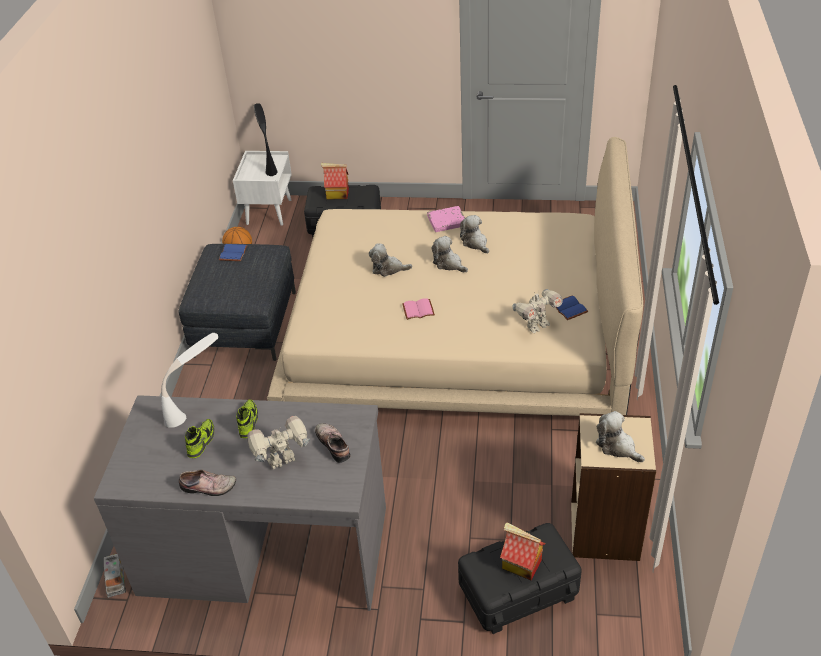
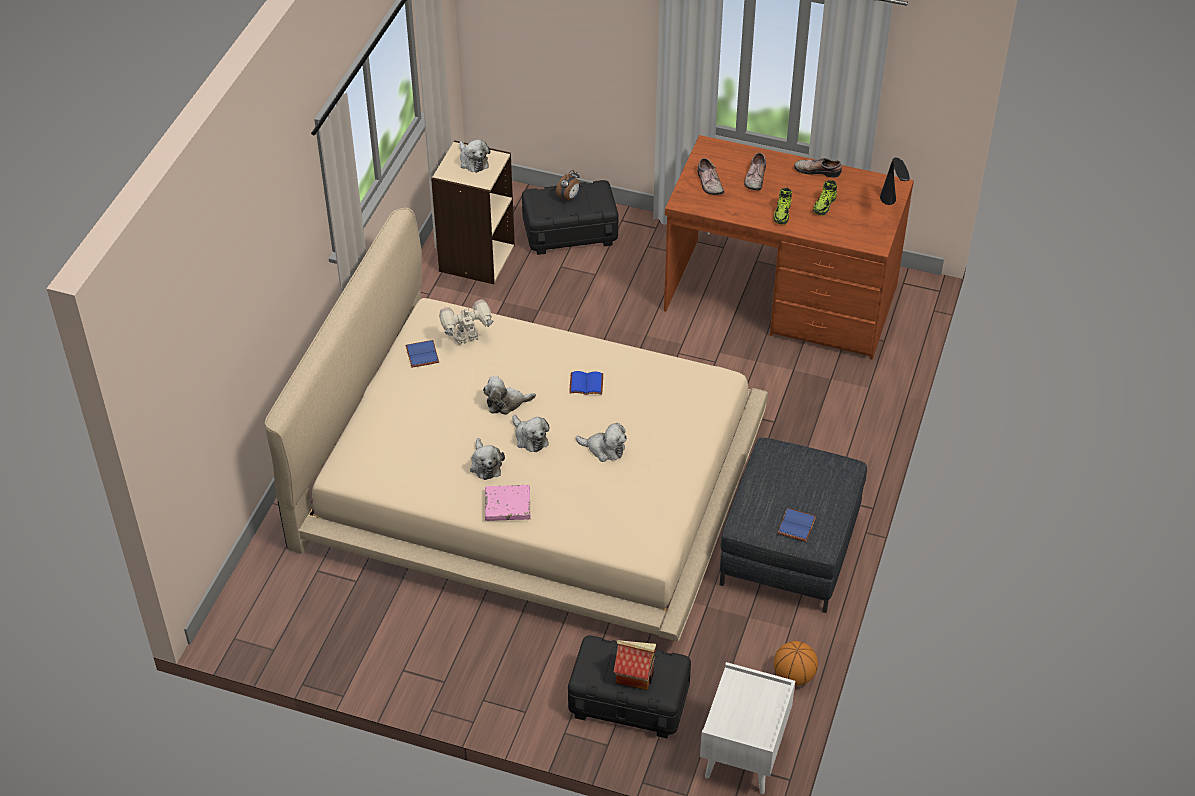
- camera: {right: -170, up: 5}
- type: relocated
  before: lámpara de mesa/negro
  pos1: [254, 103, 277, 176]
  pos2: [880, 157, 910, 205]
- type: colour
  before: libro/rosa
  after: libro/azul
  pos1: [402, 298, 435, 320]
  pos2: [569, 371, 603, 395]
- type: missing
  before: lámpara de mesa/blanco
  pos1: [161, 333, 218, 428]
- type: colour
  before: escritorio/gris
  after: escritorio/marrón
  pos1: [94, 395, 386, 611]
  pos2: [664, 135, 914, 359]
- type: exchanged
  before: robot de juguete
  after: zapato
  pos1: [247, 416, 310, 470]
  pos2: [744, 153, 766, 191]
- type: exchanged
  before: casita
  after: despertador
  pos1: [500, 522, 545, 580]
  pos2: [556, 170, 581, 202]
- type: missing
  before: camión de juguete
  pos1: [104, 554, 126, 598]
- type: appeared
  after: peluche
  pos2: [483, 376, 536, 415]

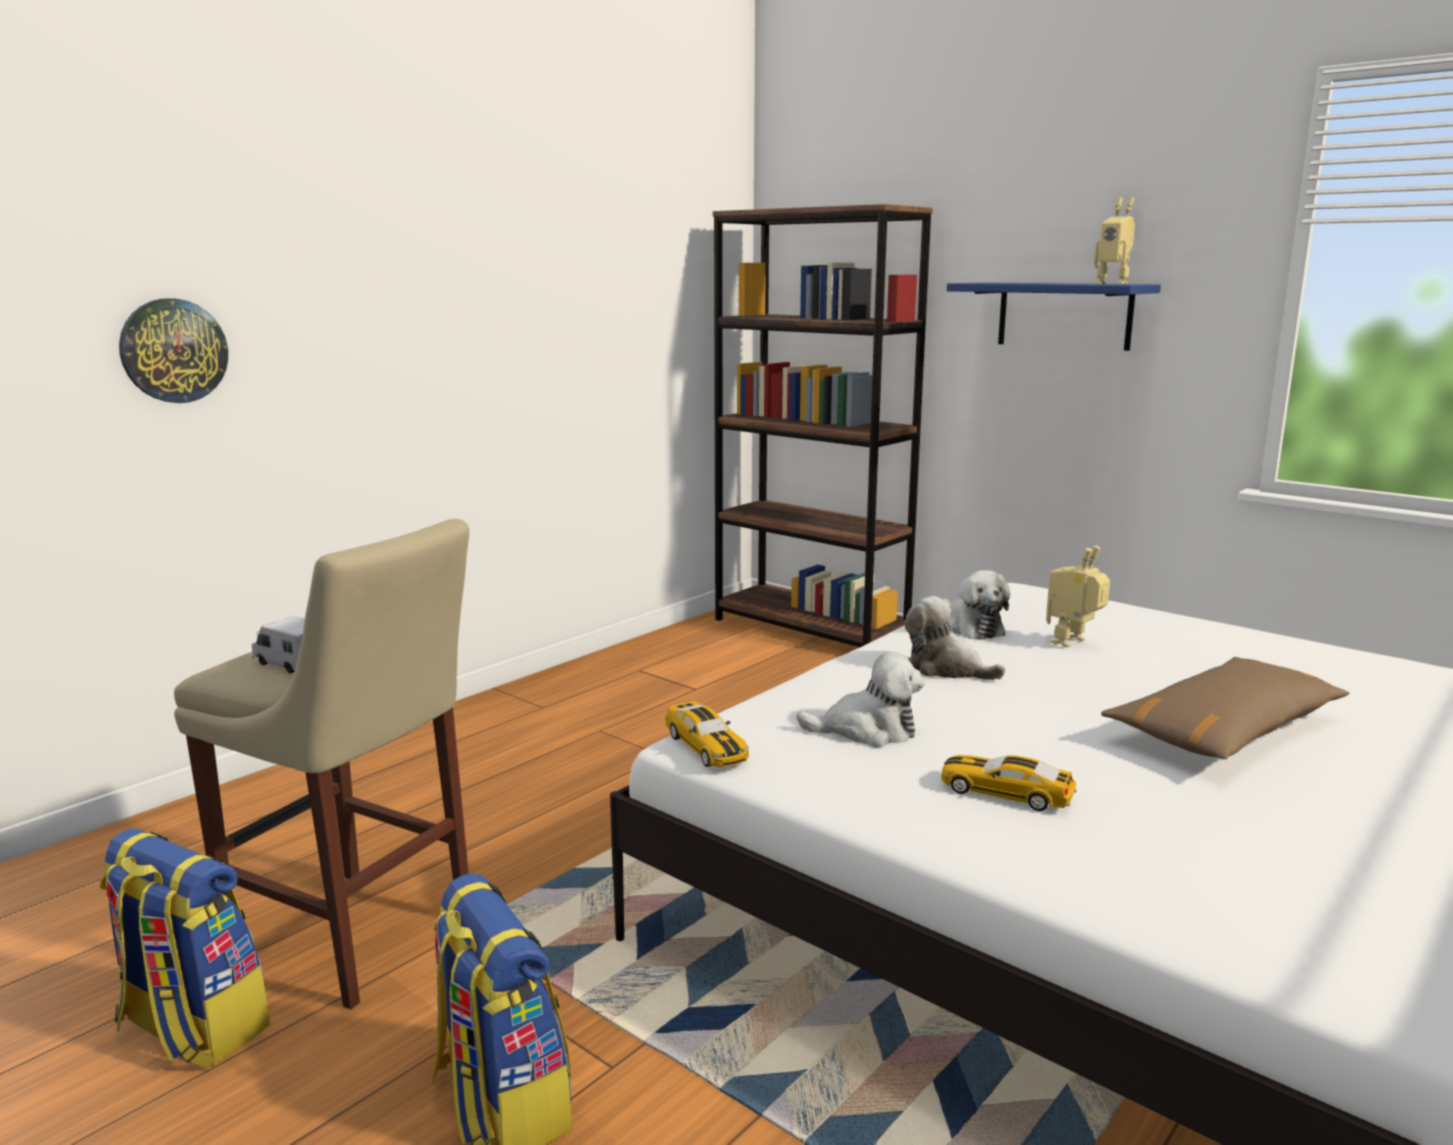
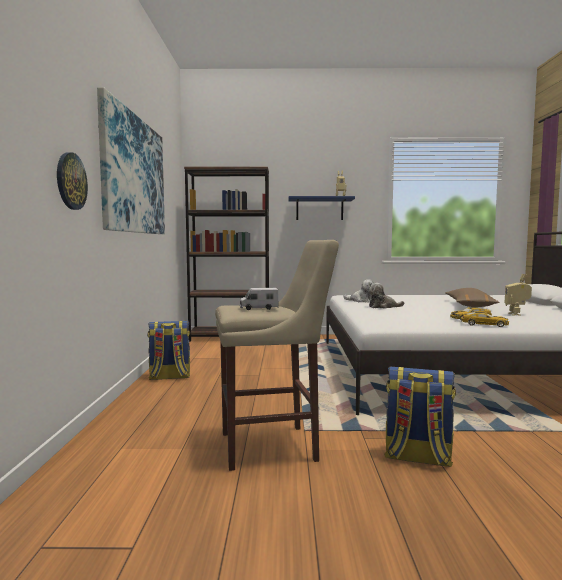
- camera: {right: -40, up: -10}
- type: relocated
  before: robot de juguete
  pos1: [1046, 546, 1110, 647]
  pos2: [505, 274, 532, 316]
- type: missing
  before: peluche
  pos1: [796, 651, 925, 748]
- type: relocated
  before: coche de juguete
  pos1: [665, 701, 749, 767]
  pos2: [461, 312, 509, 327]
- type: relocated
  before: mochila
  pos1: [99, 829, 270, 1068]
  pos2: [148, 321, 190, 380]
- type: appeared
  after: cuadro
  pos2: [97, 87, 165, 234]

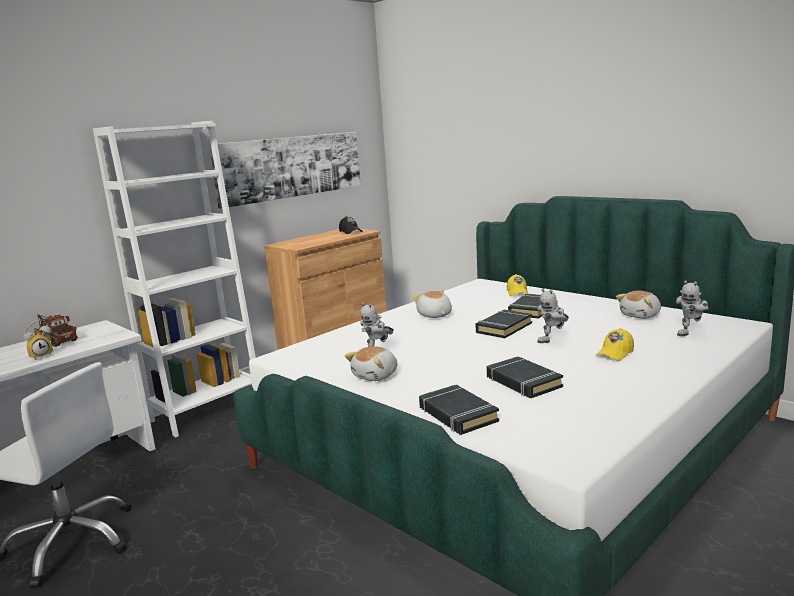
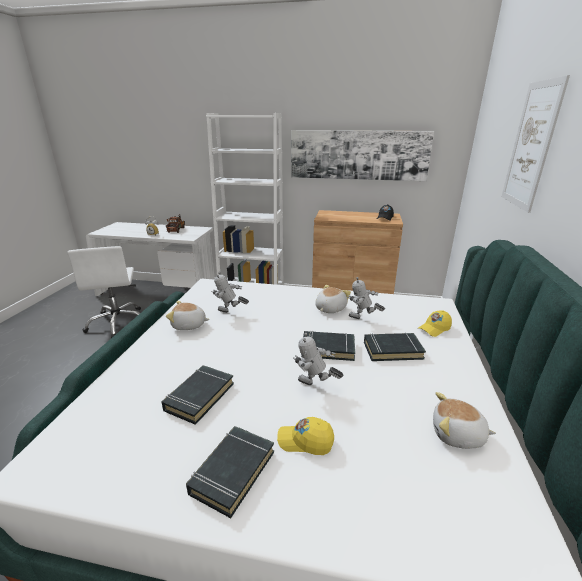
- camera: {right: 55, up: 10}
- type: relocated
  before: robot de juguete
  pos1: [676, 280, 708, 336]
  pos2: [347, 277, 385, 319]
- type: relocated
  before: libro/negro
  pos1: [419, 385, 499, 435]
  pos2: [186, 426, 274, 518]
- type: appeared
  after: cuadro
  pos2: [501, 75, 570, 213]

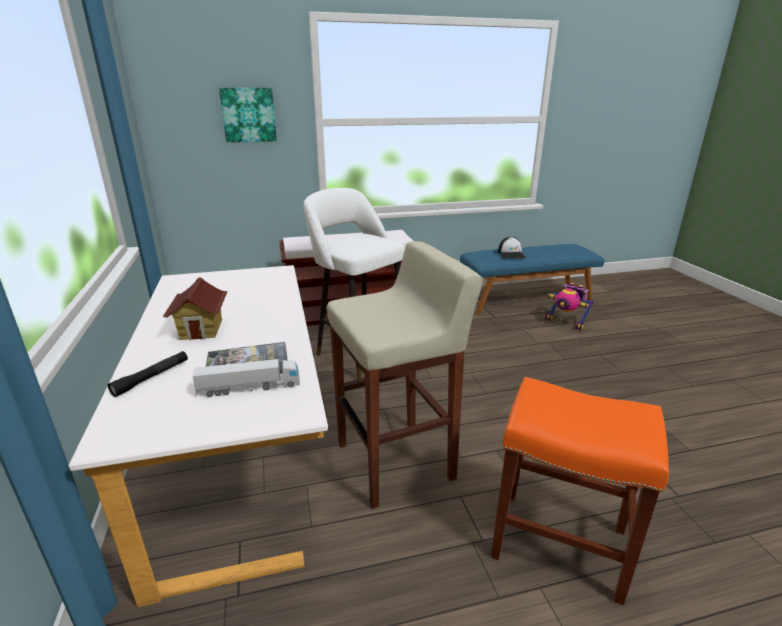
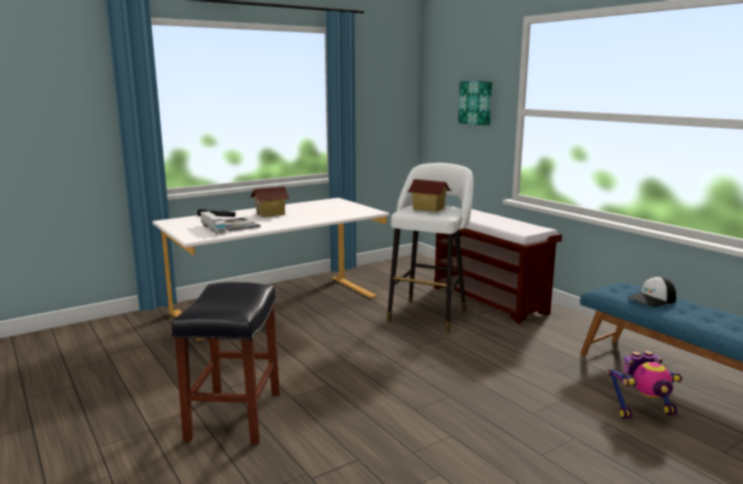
- camera: {right: 70, up: -10}
- type: missing
  before: taburete/beis
  pos1: [327, 241, 483, 509]
- type: spun
  before: robot de juguete
  pos1: [545, 283, 595, 330]
  pos2: [607, 351, 682, 419]
  turn: -120
- type: colour
  before: taburete/naranja
  after: taburete/negro
  pos1: [491, 377, 669, 605]
  pos2: [172, 282, 280, 445]
- type: appeared
  after: casita
  pos2: [407, 179, 451, 212]

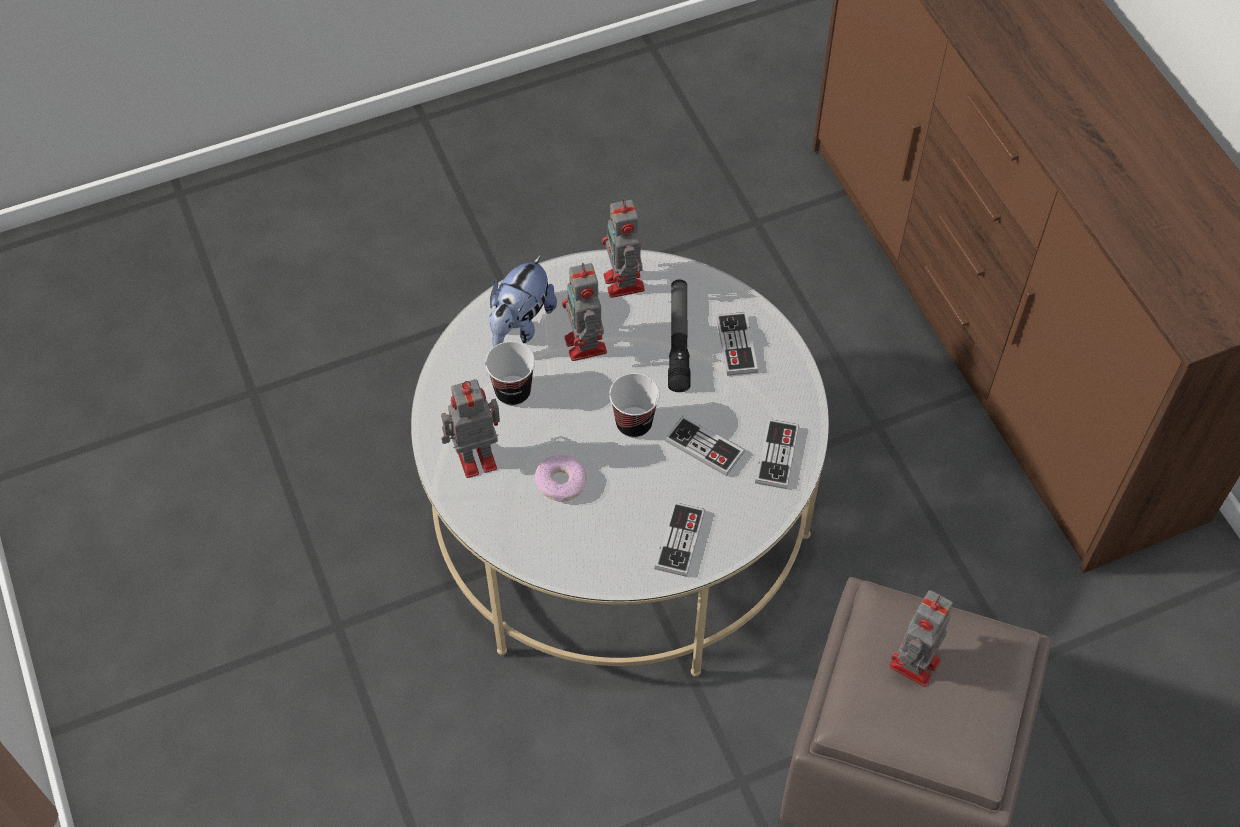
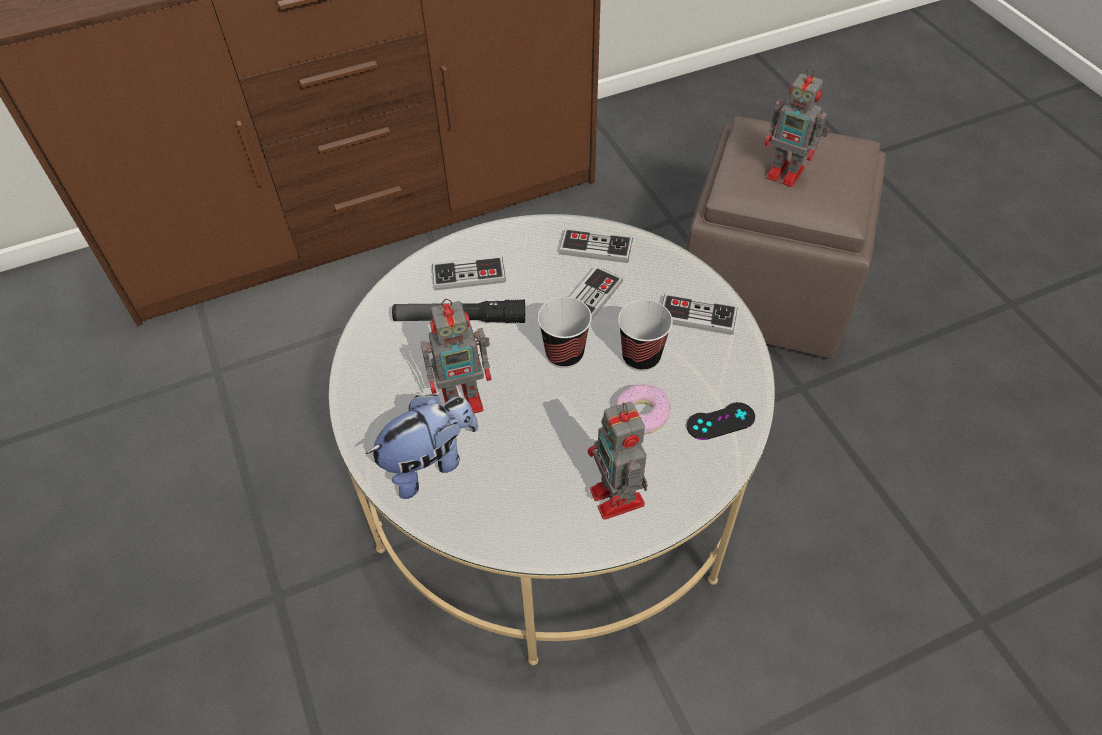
- camera: {right: -90, up: -5}
- type: missing
  before: robot de juguete
  pos1: [602, 198, 645, 298]
- type: spun
  before: peluche
  pos1: [489, 255, 557, 347]
  pos2: [366, 394, 478, 499]
  turn: -60
- type: relocated
  before: taza
  pos1: [485, 341, 535, 406]
  pos2: [618, 300, 673, 371]
- type: appeared
  after: mando de consola/negro
  pos2: [687, 402, 755, 440]

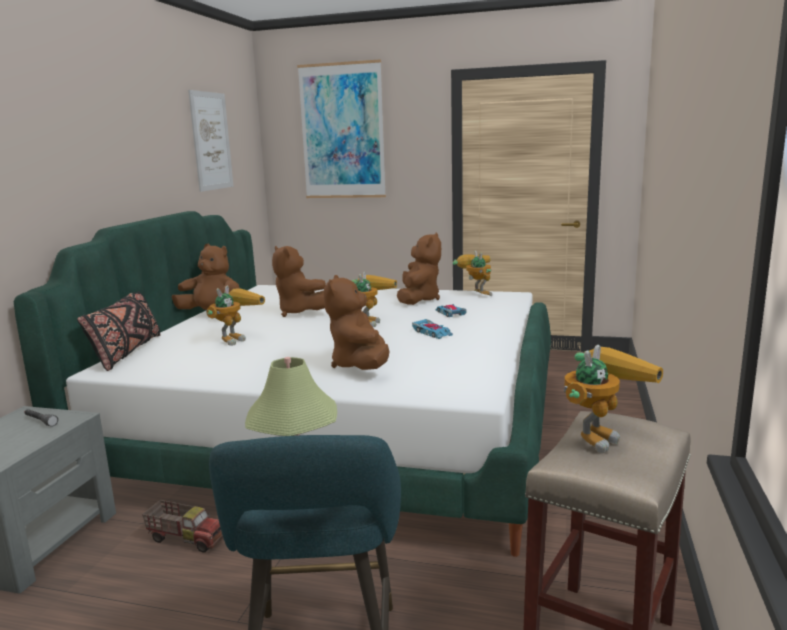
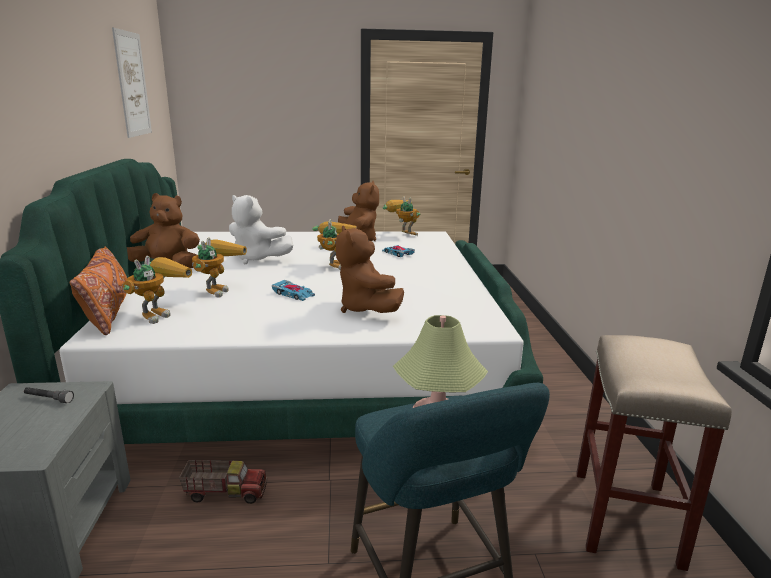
- camera: {right: -20, up: 5}
- type: missing
  before: cuadro
  pos1: [297, 59, 386, 198]
- type: colour
  before: peluche/marrón
  after: peluche/blanco
  pos1: [272, 246, 326, 317]
  pos2: [229, 195, 293, 264]
- type: colour
  before: cojín/negro
  after: cojín/naranja
  pos1: [77, 291, 161, 371]
  pos2: [70, 246, 127, 335]
- type: relocated
  before: coche de juguete
  pos1: [412, 319, 453, 339]
  pos2: [272, 280, 315, 301]
- type: relocated
  before: robot de juguete
  pos1: [564, 345, 663, 453]
  pos2: [122, 256, 192, 324]

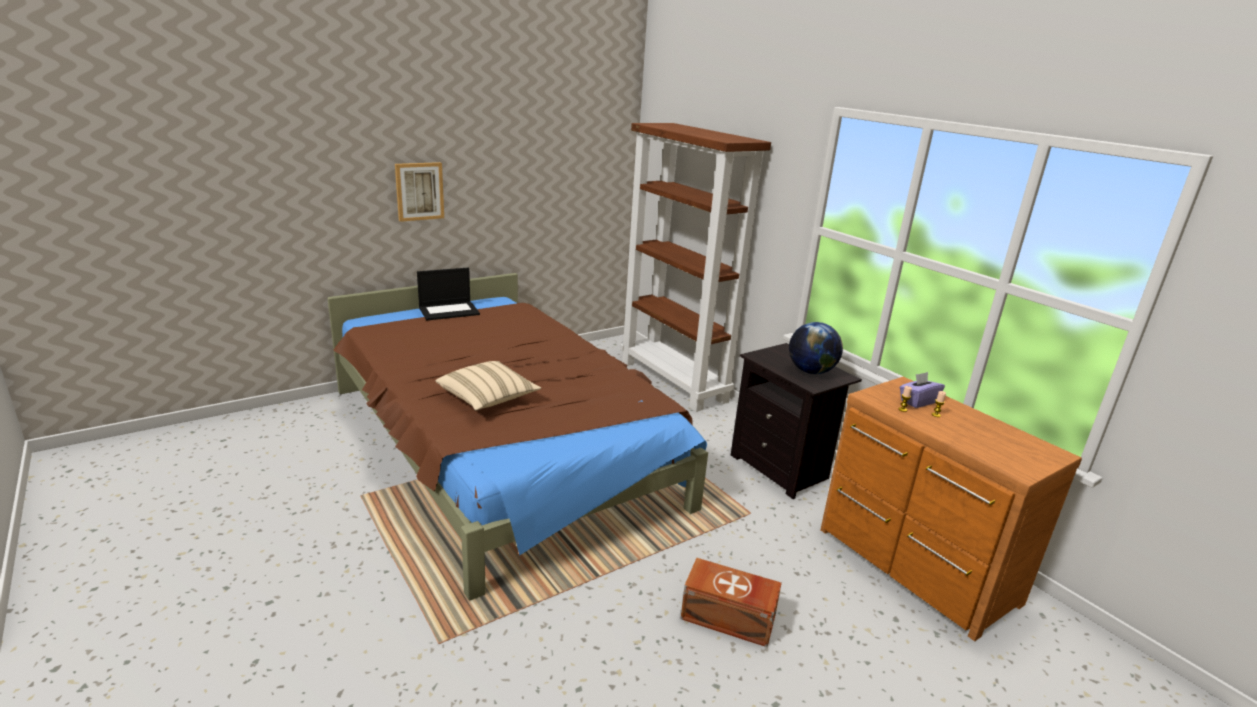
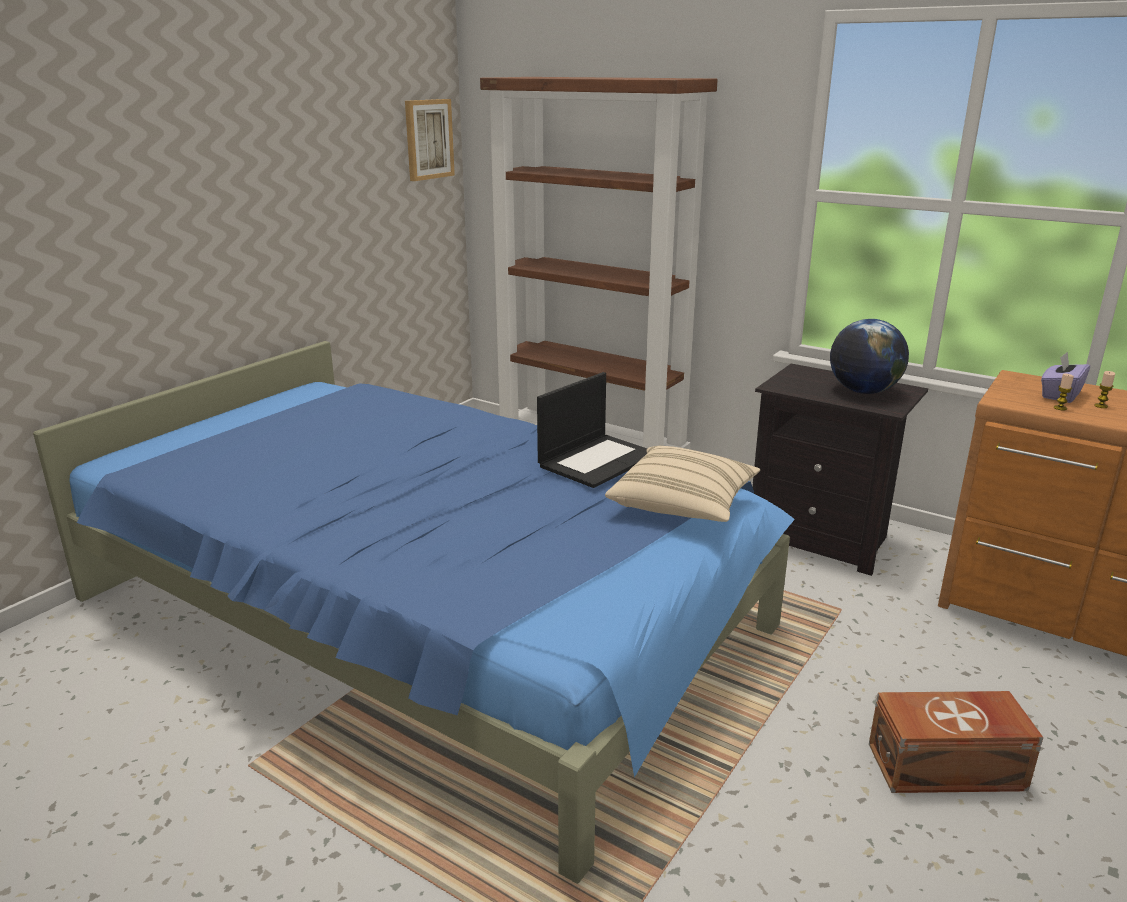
- camera: {right: -20, up: 0}
- type: relocated
  before: cuadro
  pos1: [395, 162, 444, 222]
  pos2: [405, 99, 455, 181]
- type: relocated
  before: portátil
  pos1: [417, 268, 480, 320]
  pos2: [537, 372, 647, 488]
- type: colour
  before: cama/marrón
  after: cama/azul
  pos1: [327, 273, 708, 601]
  pos2: [33, 341, 795, 884]
- type: relocated
  before: cojín/beis
  pos1: [435, 361, 541, 411]
  pos2: [605, 446, 760, 522]

